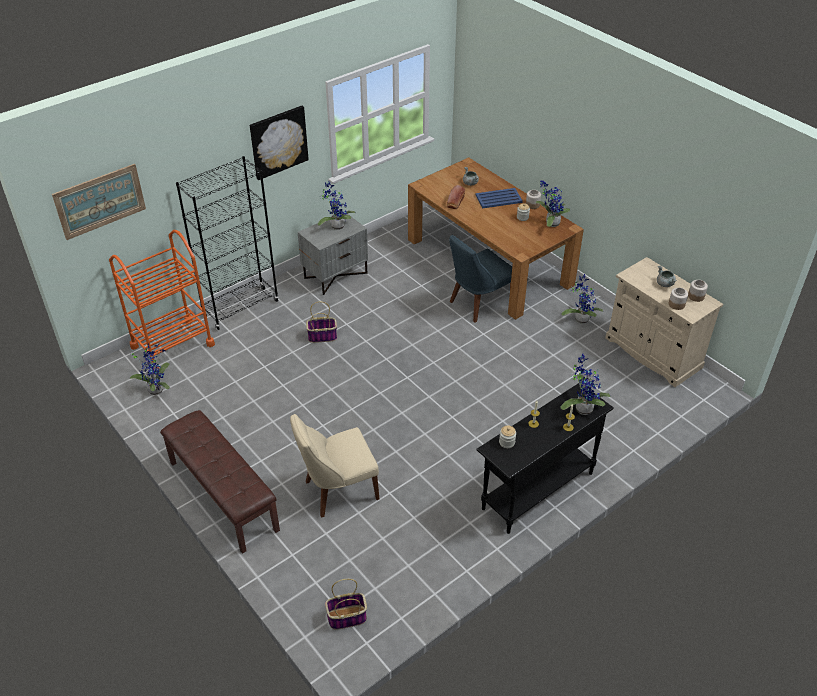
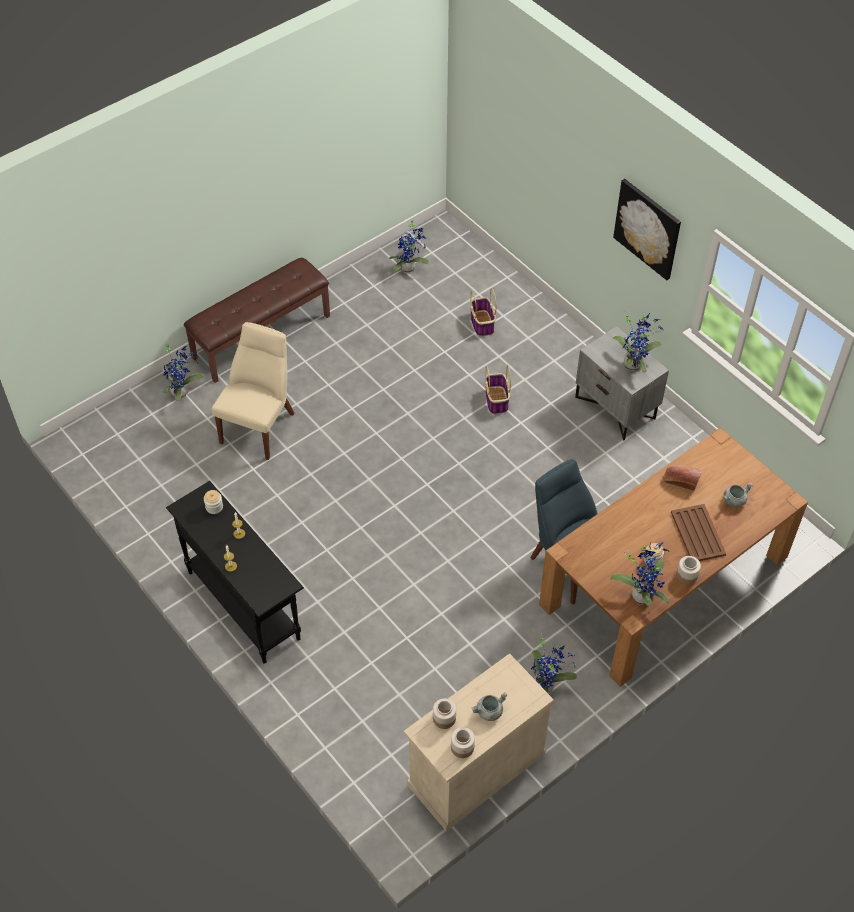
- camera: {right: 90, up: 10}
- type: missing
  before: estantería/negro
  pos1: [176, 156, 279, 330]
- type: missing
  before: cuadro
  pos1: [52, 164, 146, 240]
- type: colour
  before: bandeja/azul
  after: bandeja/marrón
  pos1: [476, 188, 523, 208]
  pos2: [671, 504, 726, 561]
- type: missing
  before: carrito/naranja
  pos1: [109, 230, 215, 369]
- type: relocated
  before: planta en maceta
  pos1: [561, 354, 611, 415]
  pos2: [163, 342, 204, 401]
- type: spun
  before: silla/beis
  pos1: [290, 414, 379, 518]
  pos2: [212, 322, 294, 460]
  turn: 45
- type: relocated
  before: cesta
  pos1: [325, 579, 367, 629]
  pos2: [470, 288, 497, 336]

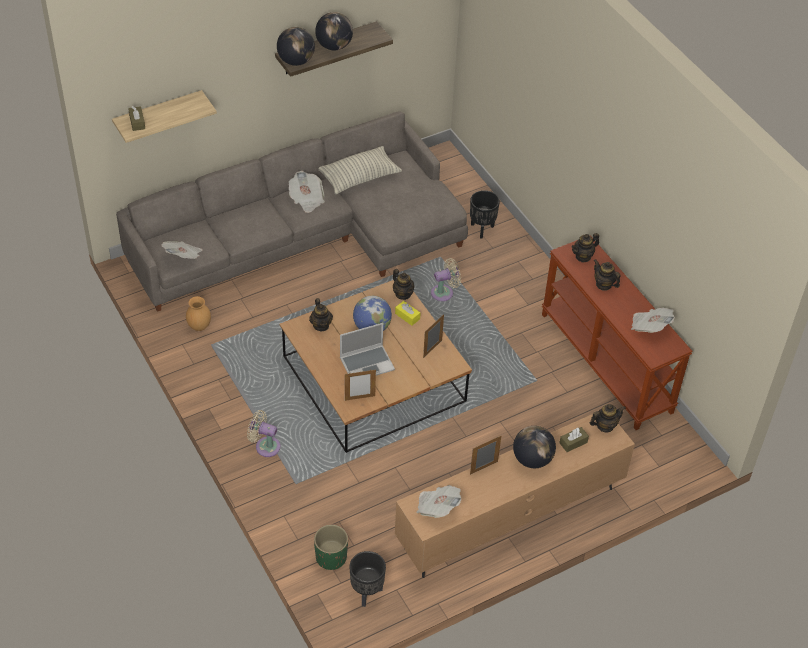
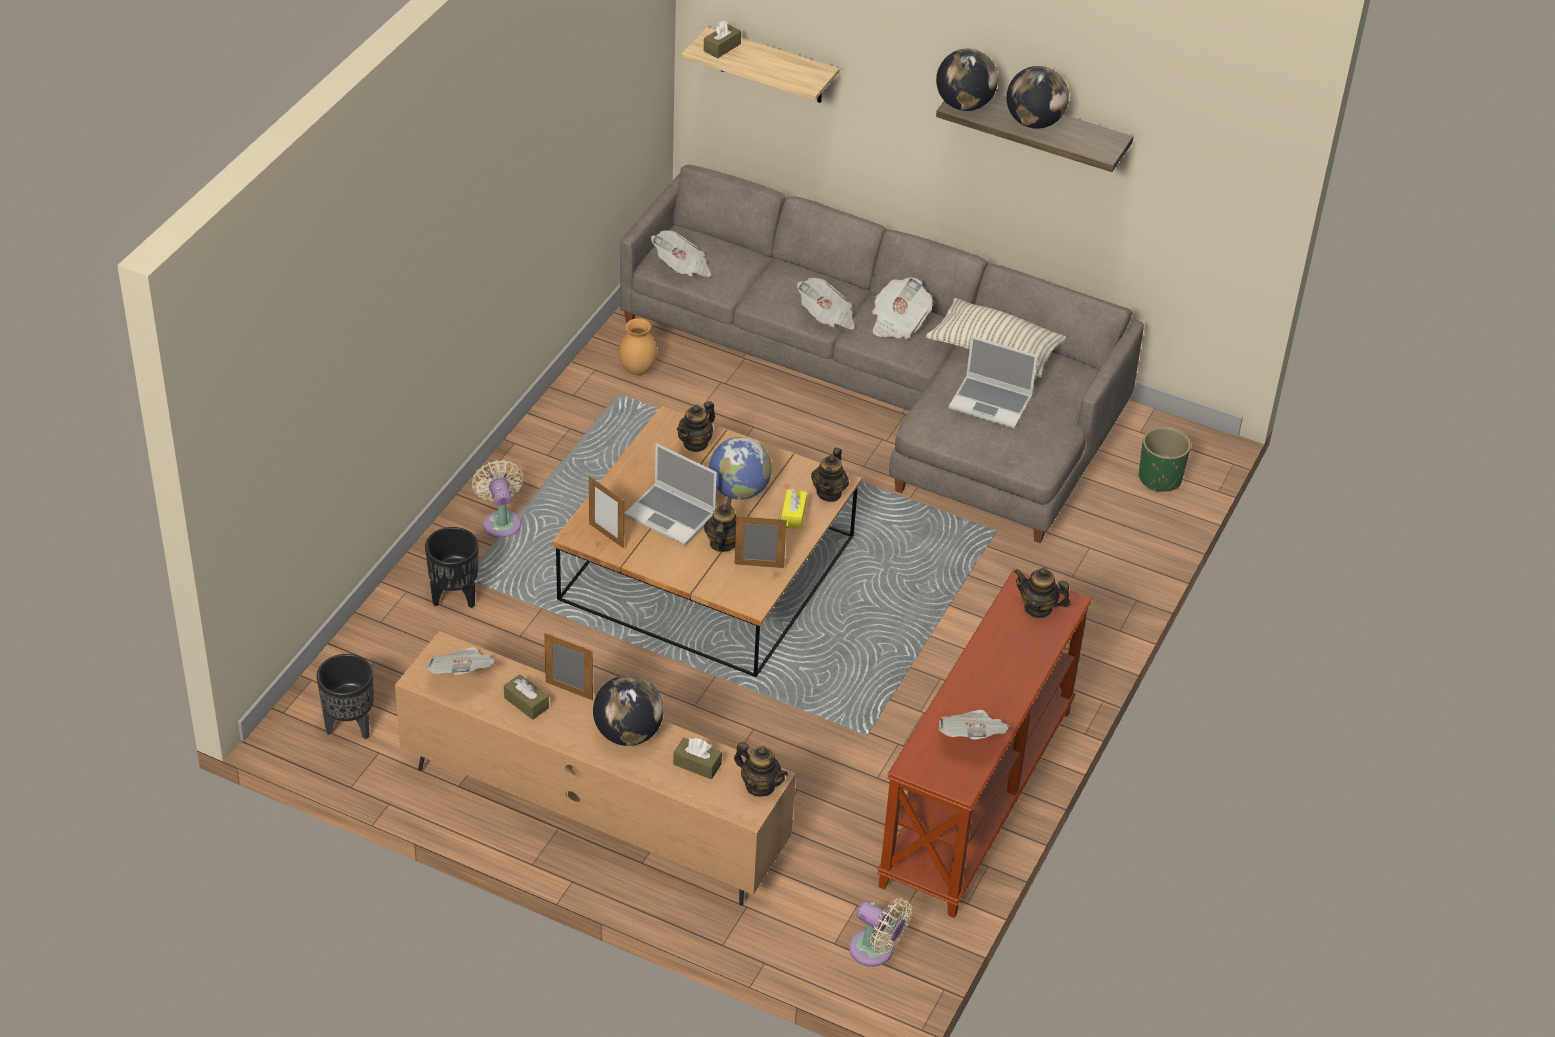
- camera: {right: 55, up: -5}
- type: relocated
  before: maceta/negro
  pos1: [470, 190, 500, 239]
  pos2: [425, 527, 478, 608]
- type: relocated
  before: ventilador/beis
  pos1: [431, 258, 461, 301]
  pos2: [849, 898, 912, 966]
- type: relocated
  before: tetera
  pos1: [594, 259, 621, 291]
  pos2: [704, 497, 736, 552]
- type: relocated
  before: maceta/verde
  pos1: [314, 524, 348, 570]
  pos2: [1139, 427, 1191, 492]
- type: appeared
  after: periódico
  pos2: [797, 278, 854, 330]
- type: appeared
  after: portátil
  pos2: [949, 336, 1038, 428]
- type: appeared
  after: caja de pañuelos/marrón
  pos2: [504, 674, 549, 720]

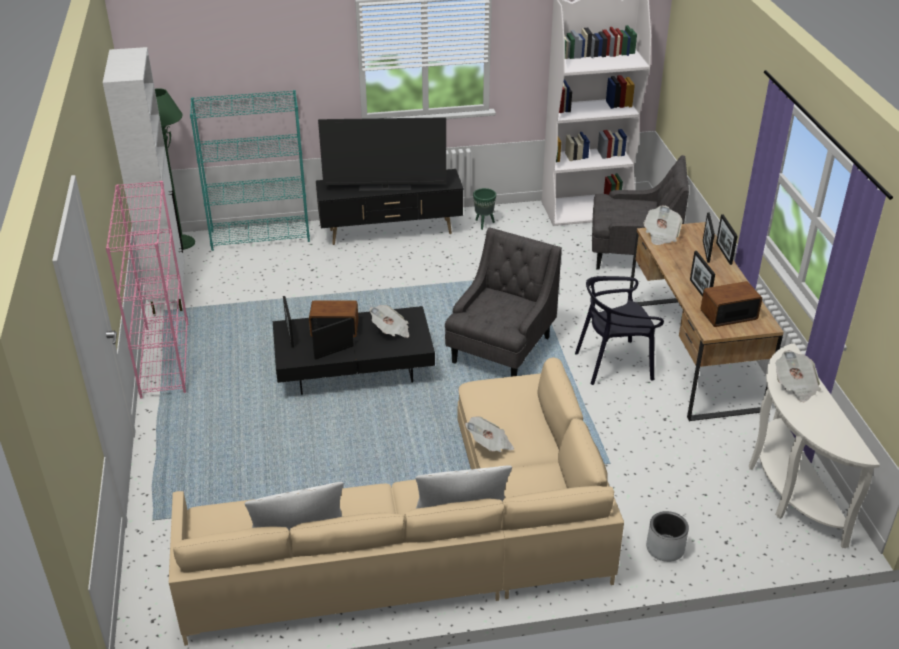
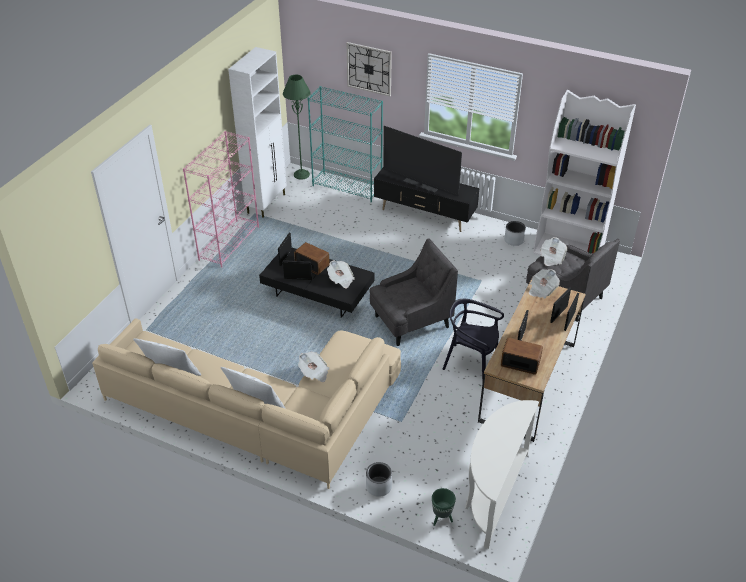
- camera: {right: 35, up: 5}
- type: relocated
  before: maceta/verde
  pos1: [473, 188, 496, 230]
  pos2: [432, 488, 456, 526]
- type: relocated
  before: periódico
  pos1: [775, 350, 821, 403]
  pos2: [540, 237, 567, 266]
- type: appeared
  after: reloj de pared
  pos2: [346, 42, 392, 96]
- type: appeared
  after: maceta/gris
  pos2: [504, 221, 526, 246]

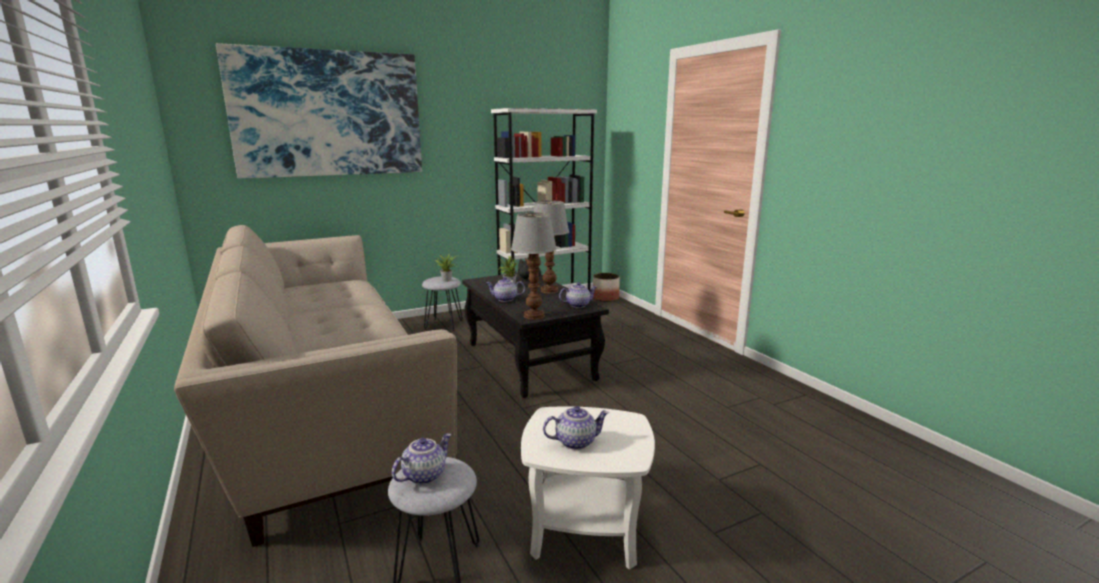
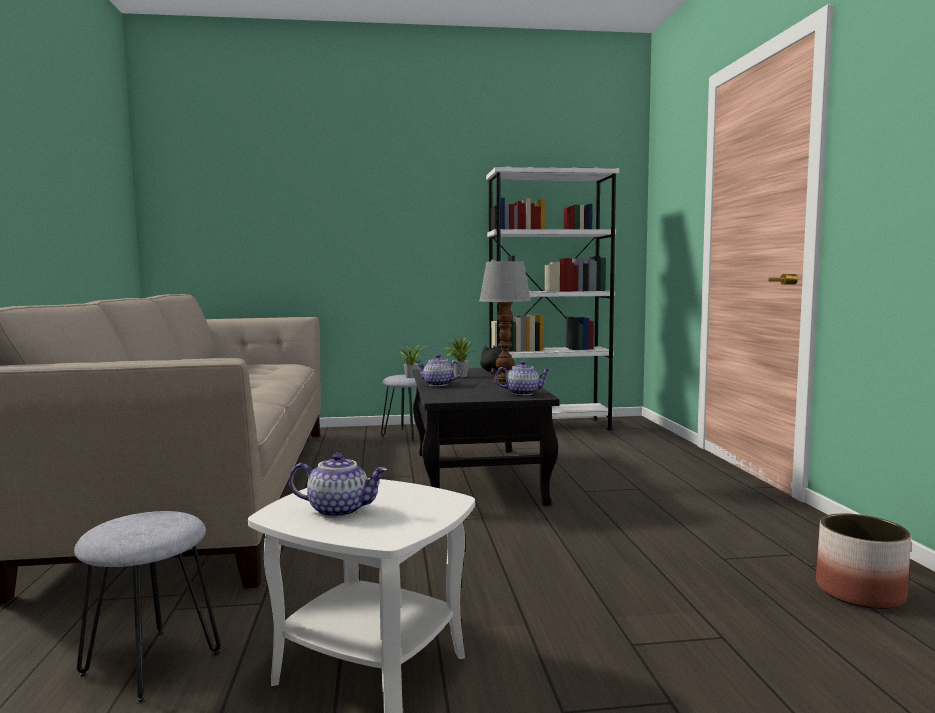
- camera: {right: 20, up: -10}
- type: missing
  before: cuadro
  pos1: [216, 43, 422, 179]
- type: missing
  before: lámpara de mesa
  pos1: [511, 212, 557, 320]
- type: relocated
  before: maceta
  pos1: [593, 273, 620, 302]
  pos2: [816, 513, 911, 609]
- type: missing
  before: tetera
  pos1: [392, 433, 452, 484]

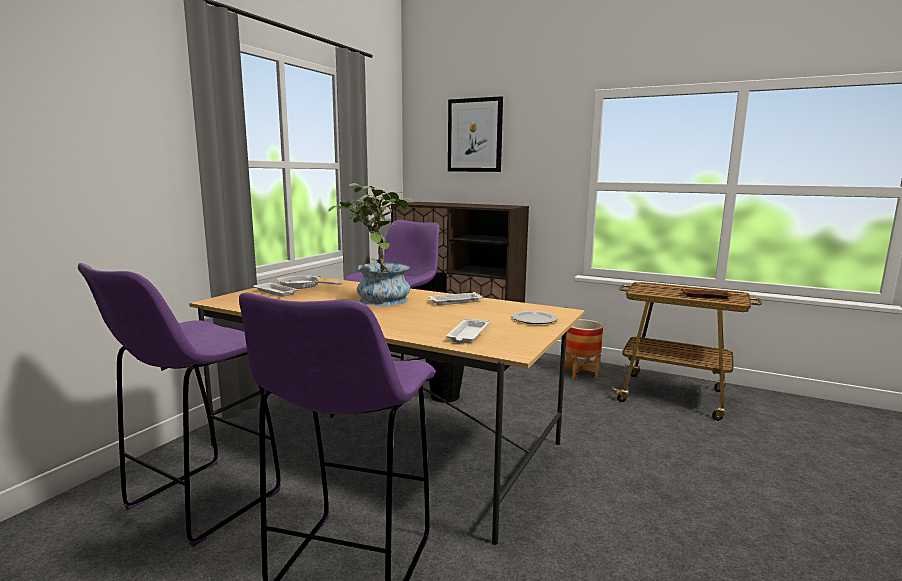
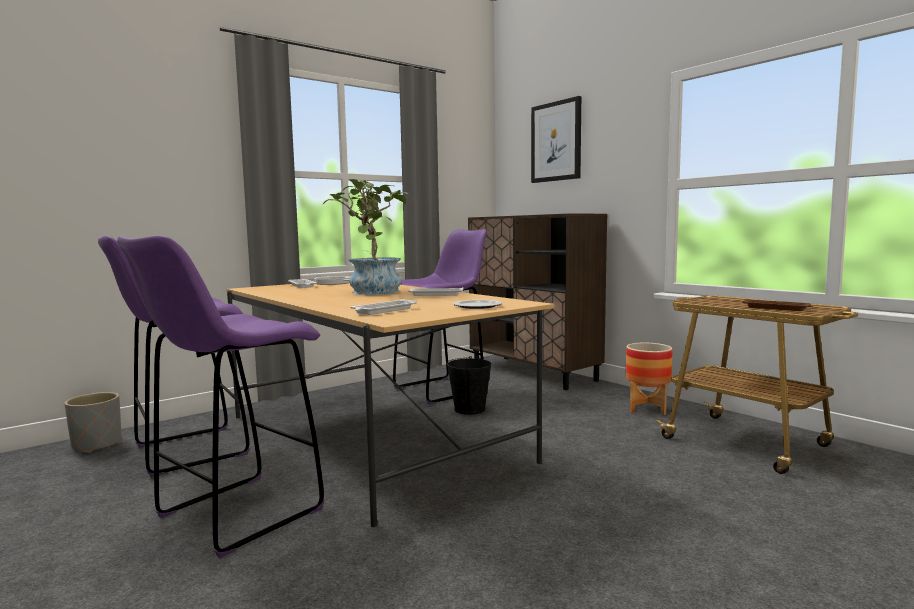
- camera: {right: 25, up: -5}
- type: appeared
  after: maceta/gris
  pos2: [64, 392, 122, 453]

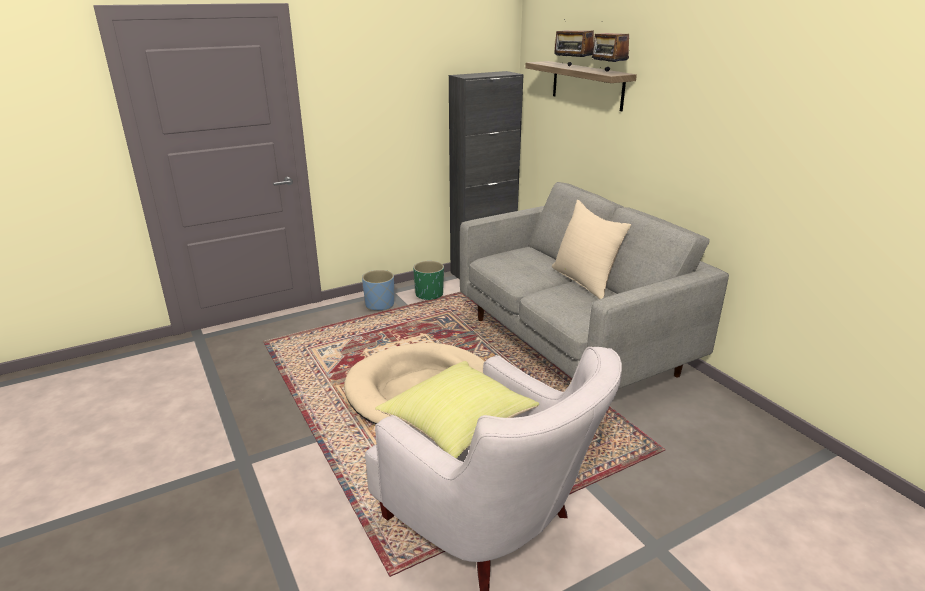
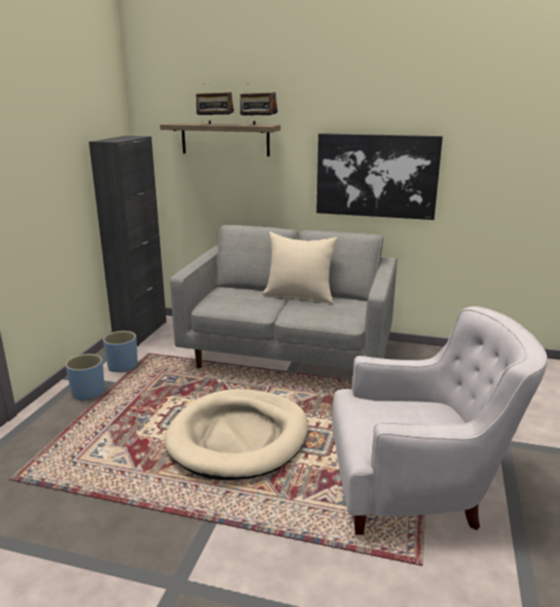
- camera: {right: -45, up: -5}
- type: colour
  before: maceta/verde
  after: maceta/azul
  pos1: [413, 261, 444, 300]
  pos2: [103, 331, 138, 372]
- type: missing
  before: cojín/amarillo
  pos1: [375, 361, 539, 459]
- type: appeared
  after: cuadro
  pos2: [316, 133, 443, 220]

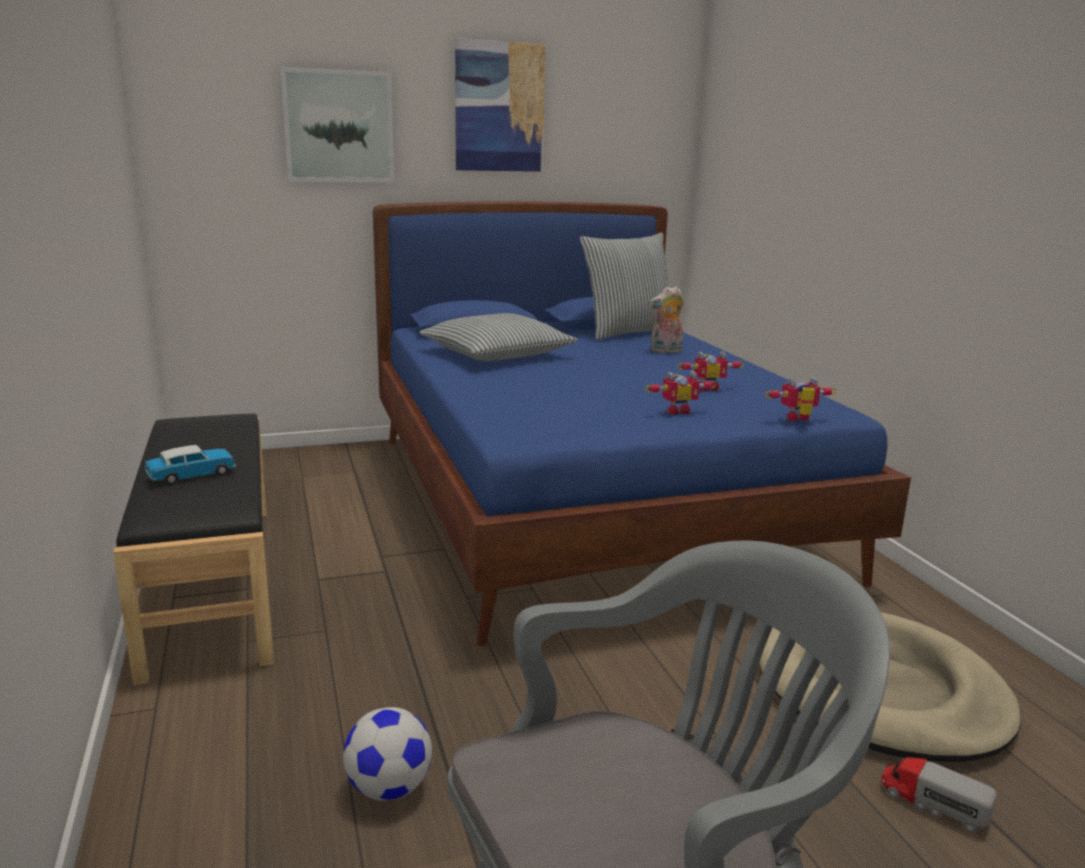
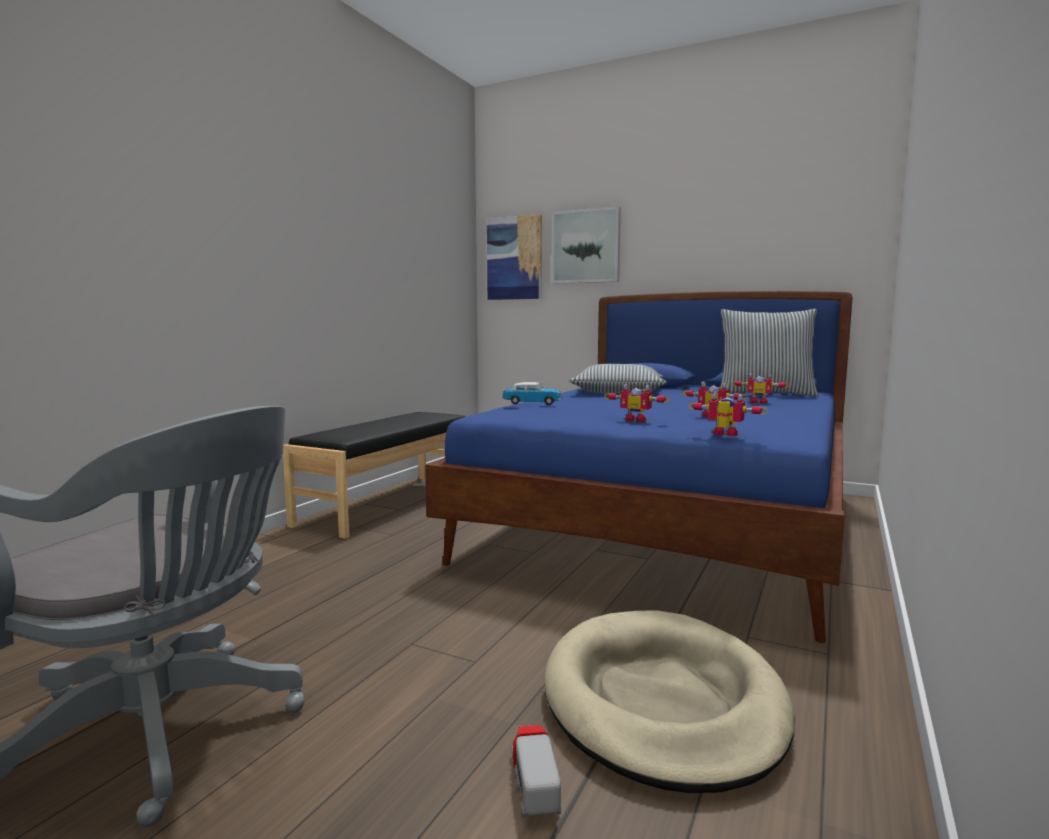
- camera: {right: 45, up: -10}
- type: relocated
  before: cuadro
  pos1: [455, 38, 546, 172]
  pos2: [487, 214, 542, 300]
- type: exchanged
  before: peluche
  after: robot de juguete
  pos1: [649, 286, 684, 353]
  pos2: [731, 373, 789, 404]
- type: relocated
  before: coche de juguete
  pos1: [145, 445, 236, 485]
  pos2: [502, 382, 562, 405]
- type: missing
  before: balón de fútbol
  pos1: [343, 707, 432, 801]

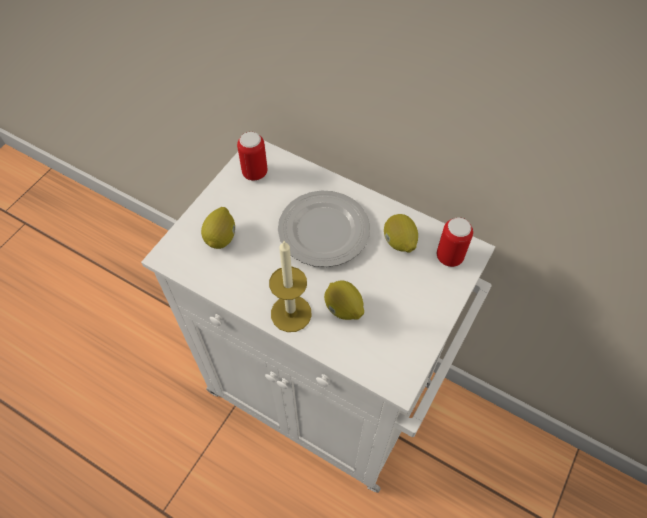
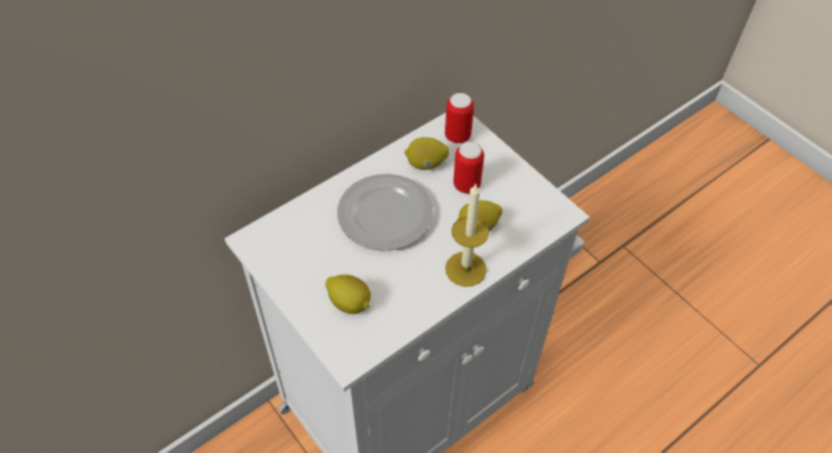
- camera: {right: -70, up: -5}
- type: relocated
  before: lata
  pos1: [237, 132, 268, 181]
  pos2: [453, 142, 484, 194]

